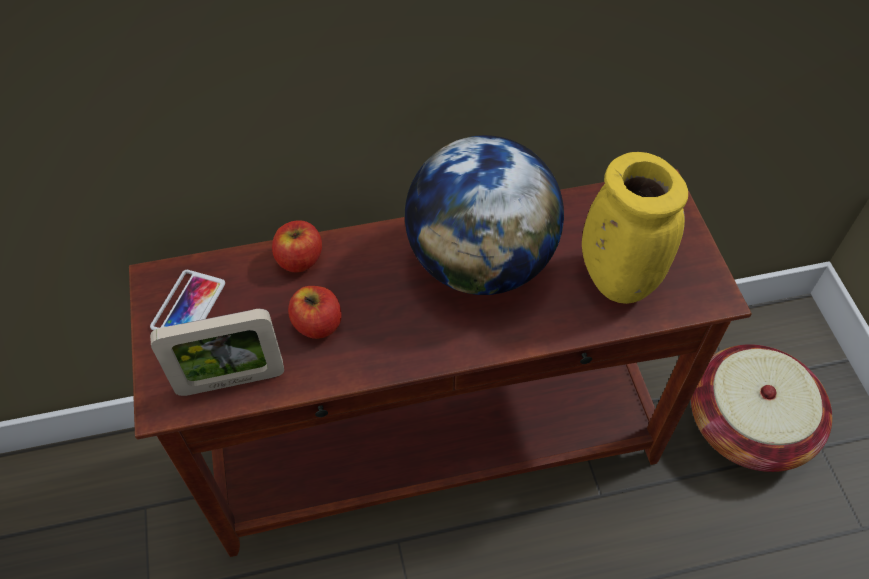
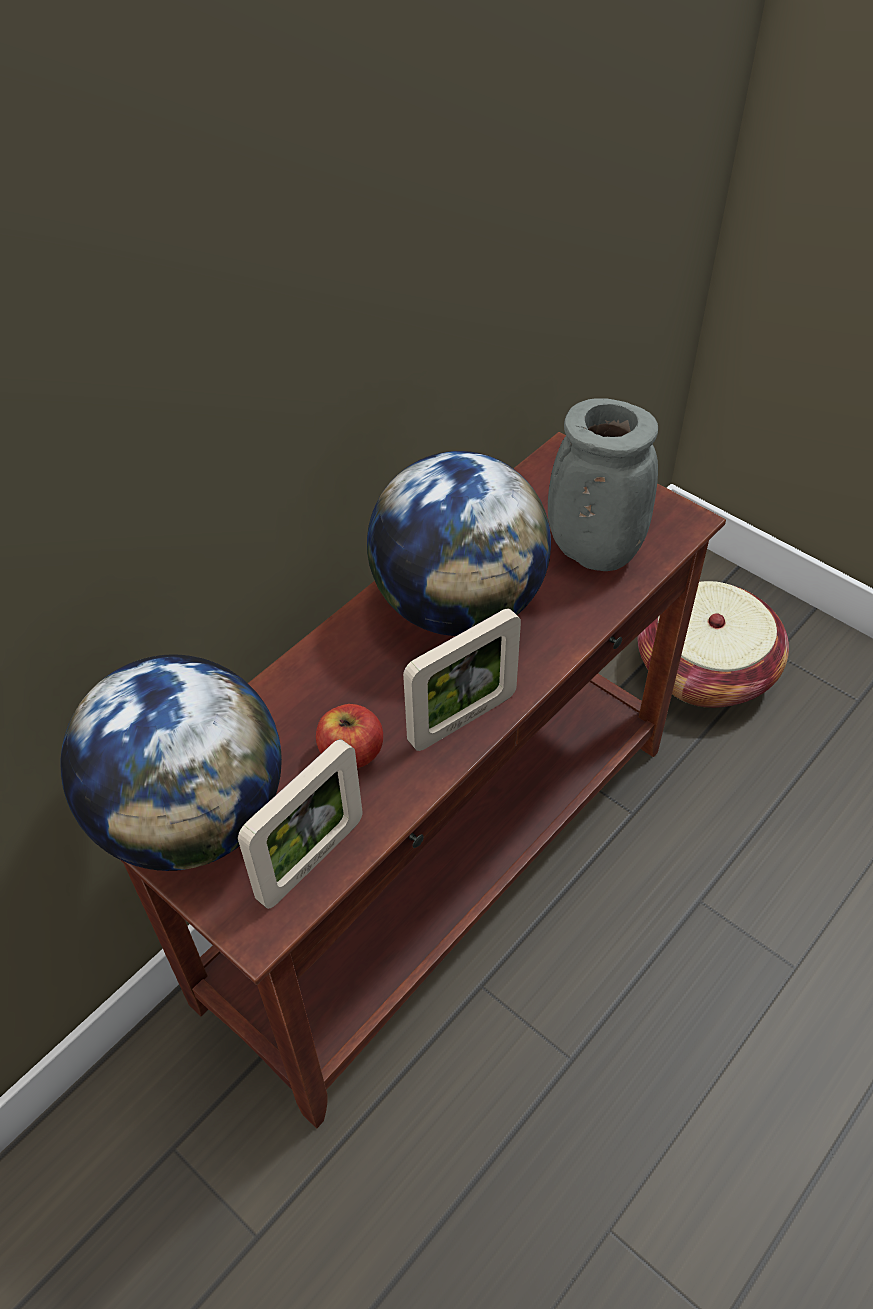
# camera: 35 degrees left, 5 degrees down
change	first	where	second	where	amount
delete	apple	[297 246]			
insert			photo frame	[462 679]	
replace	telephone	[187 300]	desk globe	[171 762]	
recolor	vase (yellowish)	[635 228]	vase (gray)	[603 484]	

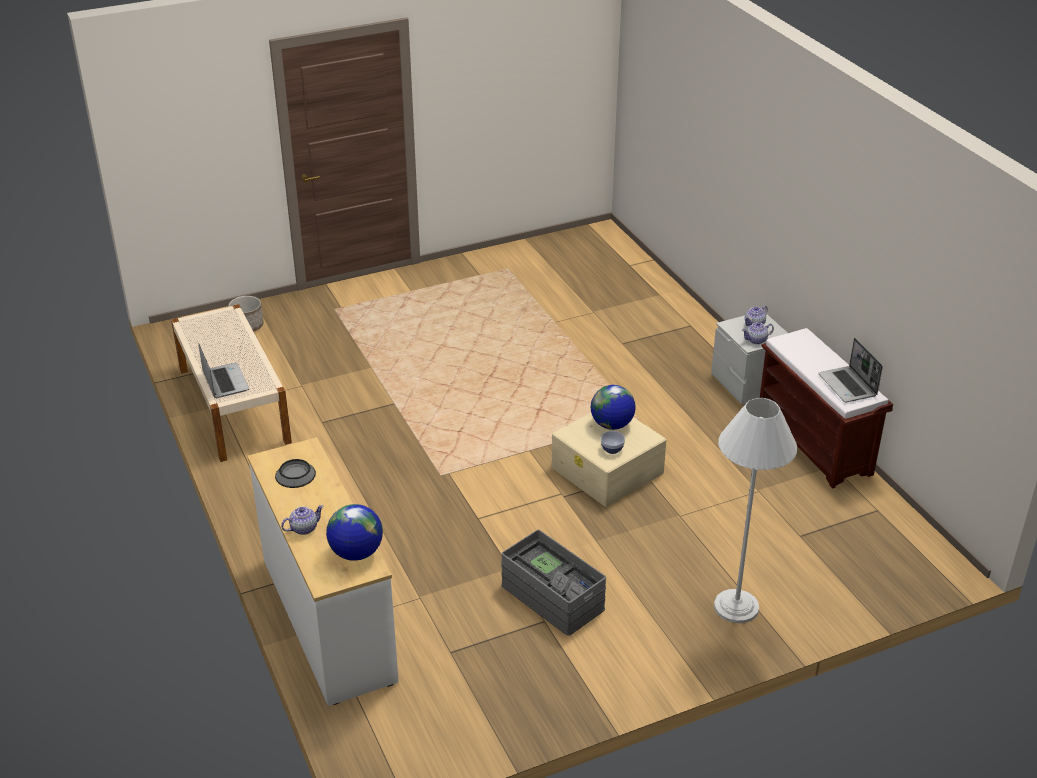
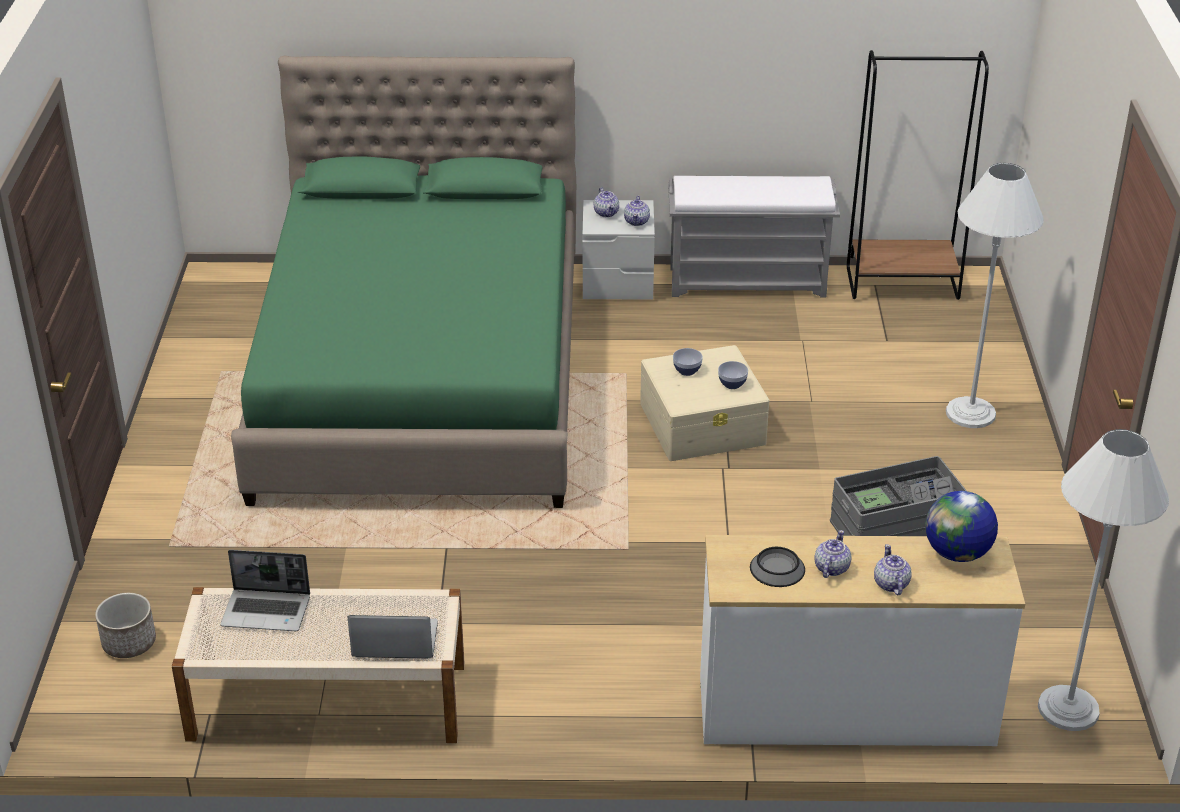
# camera: 65 degrees left, 0 degrees up
change	first	where	second	where	amount
insert			bed (greenish)	[403 282]	
insert			pot for tea	[832 554]	
insert			garment rack	[918 175]	
insert			standard lamp (whitish)	[1103 580]	
move	portable computer	[850 370]		[265 590]	
replace	desk globe	[613 407]	serving bowl	[688 362]	
recolor	indoor bench (brownish)	[826 408]	indoor bench (gray)	[754 236]	

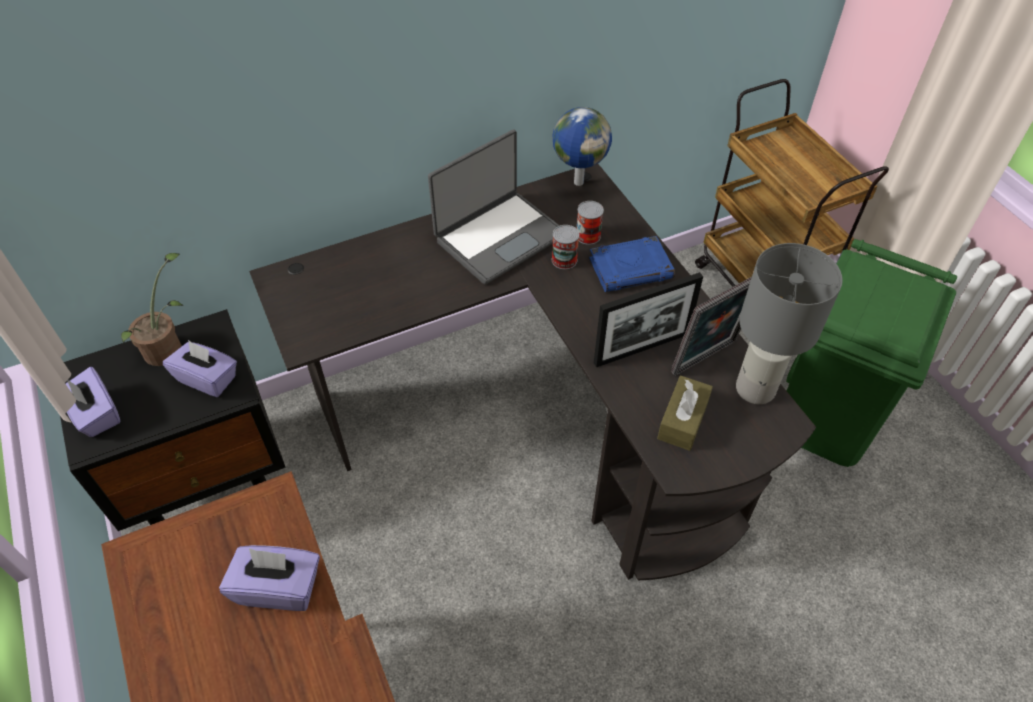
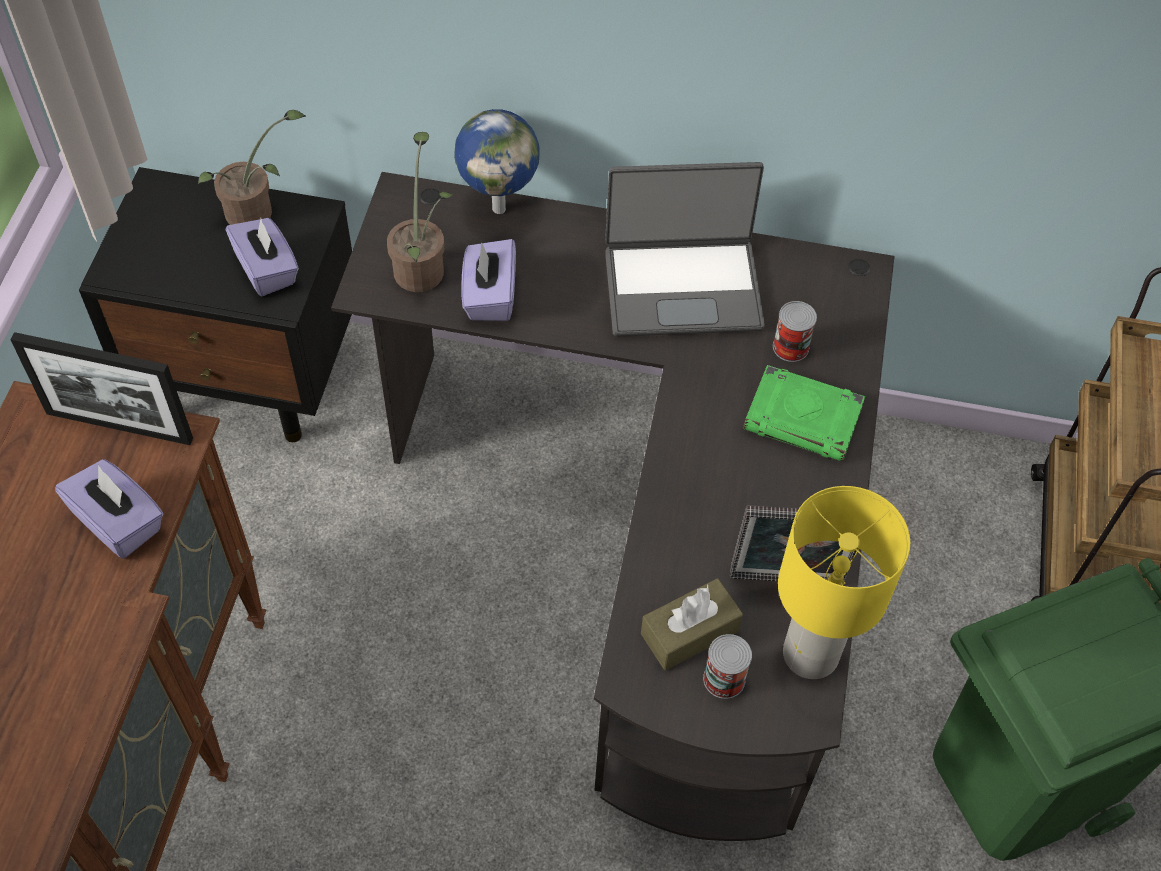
# camera: 35 degrees right, 5 degrees up
change	first	where	second	where	amount
insert			potted plant	[420 212]	
move	box of tissues (purple)	[93 402]		[488 280]	
move	sealed can	[565 247]		[727 666]	
move	desk globe	[582 146]		[497 161]	
move	photo frame	[648 320]		[101 388]	
recolor	bound book (blue-coloured)	[632 264]	bound book (greenish)	[804 413]	
recolor	tabletop lamp (gray)	[789 323]	tabletop lamp (yellowish)	[844 582]	

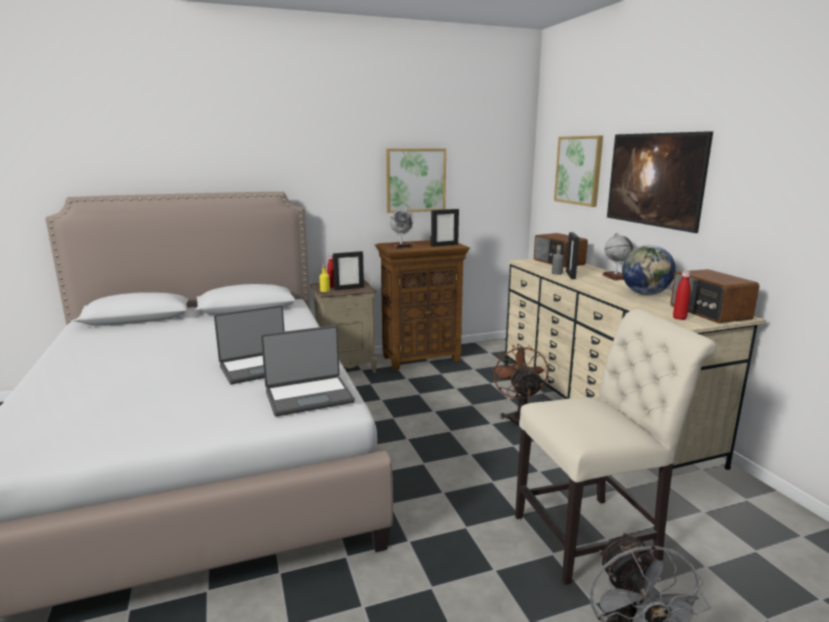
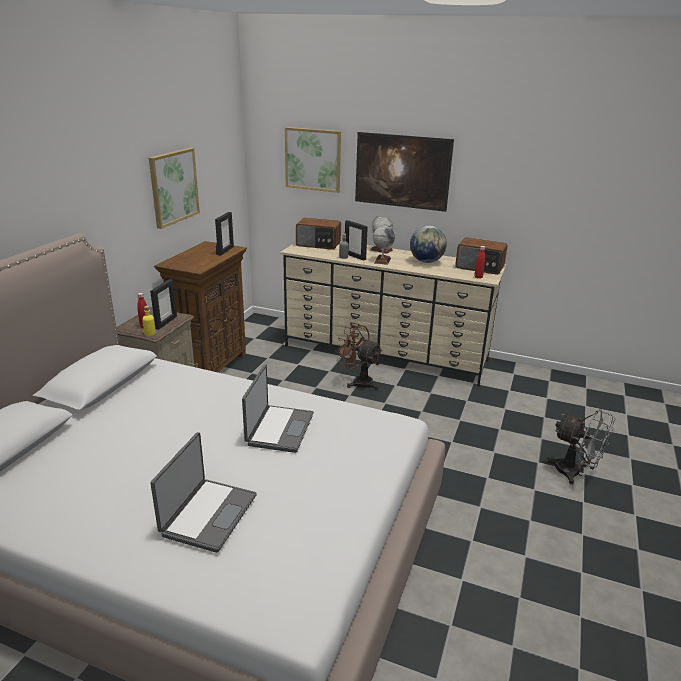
# camera: 50 degrees left, 10 degrees up
change	first	where	second	where	amount
delete	upright chair (beige-coloured)	[616 447]			
move	portable computer	[308 370]		[203 492]	
move	desk globe	[401 228]		[384 244]	

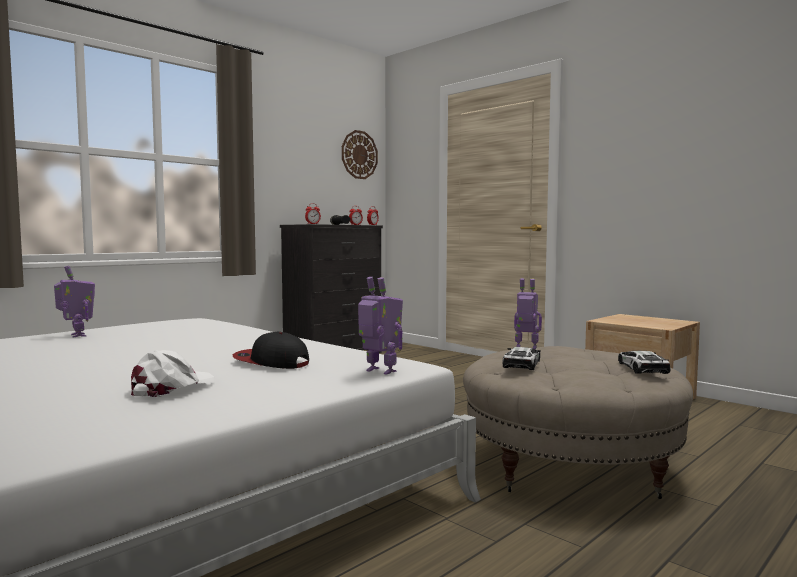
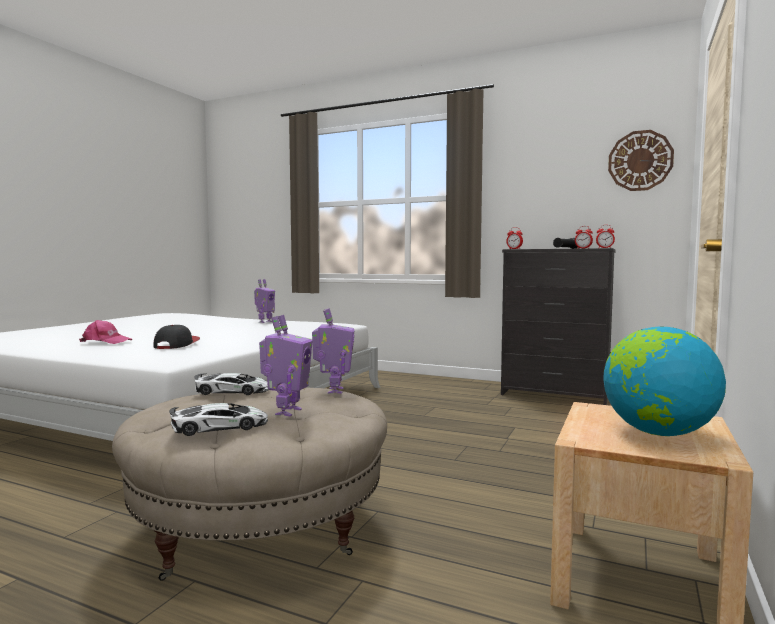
# camera: 70 degrees right, 0 degrees up
change	first	where	second	where	amount
insert			desk globe	[664 381]	
move	robot figure	[380 326]		[285 365]	
recolor	peaked cap (whitish)	[173 373]	peaked cap (pinkish)	[105 332]	

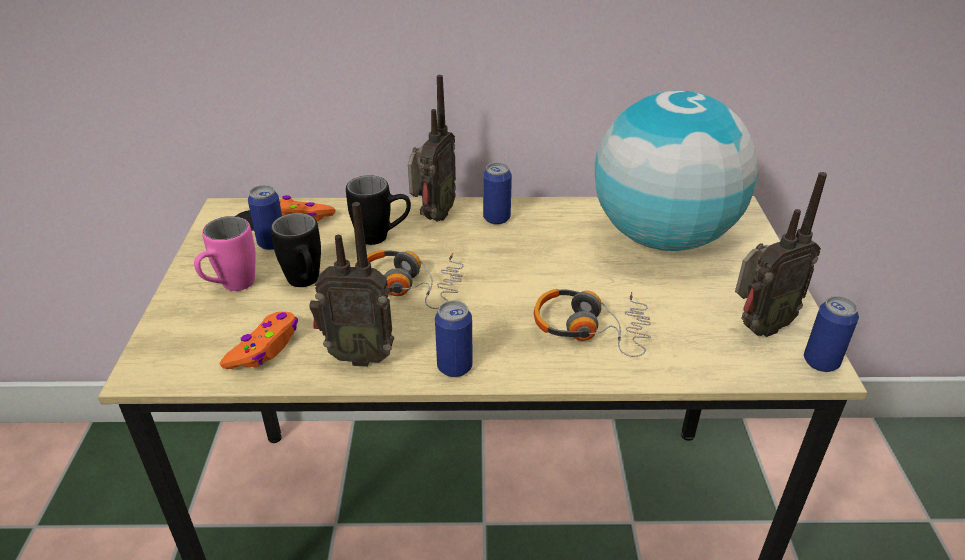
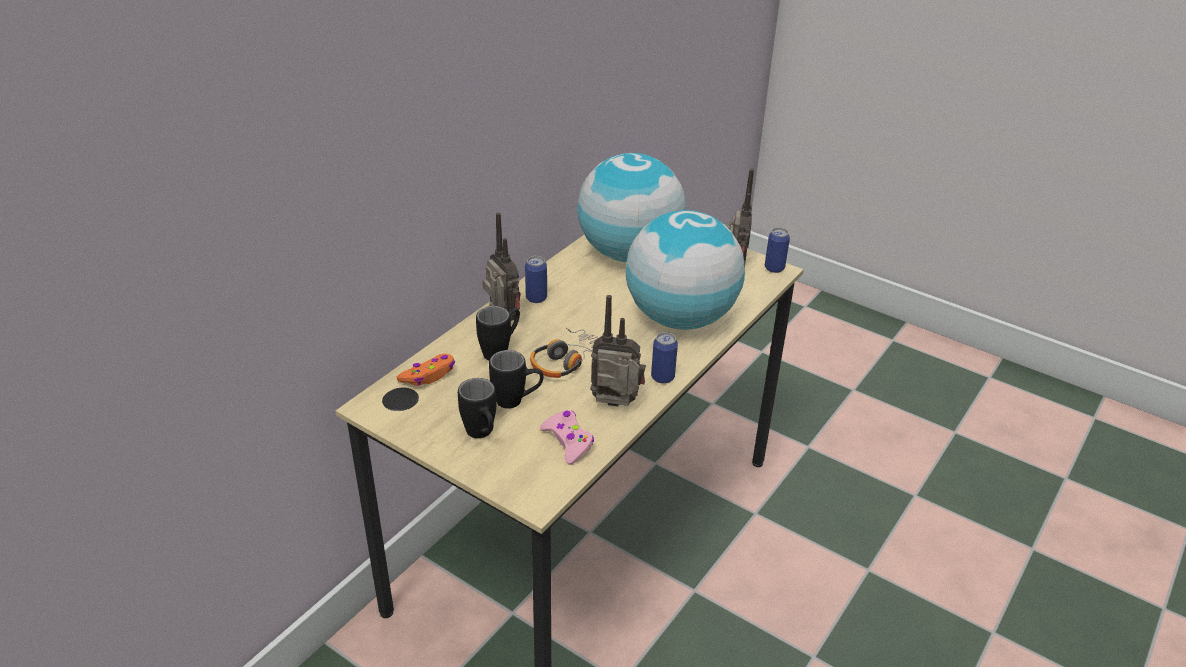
# camera: 55 degrees left, 0 degrees up
change	first	where	second	where	amount
delete	sealed can	[265 217]			
replace	headphones	[592 323]	desk globe	[685 270]	
recolor	tea mug (pinkish)	[225 253]	tea mug (black)	[477 408]	
recolor	joypad (orange-coloured)	[259 340]	joypad (pinkish)	[567 437]	
rotate	radio receiver	[351 284]		[618 350]	120 degrees counterclockwise

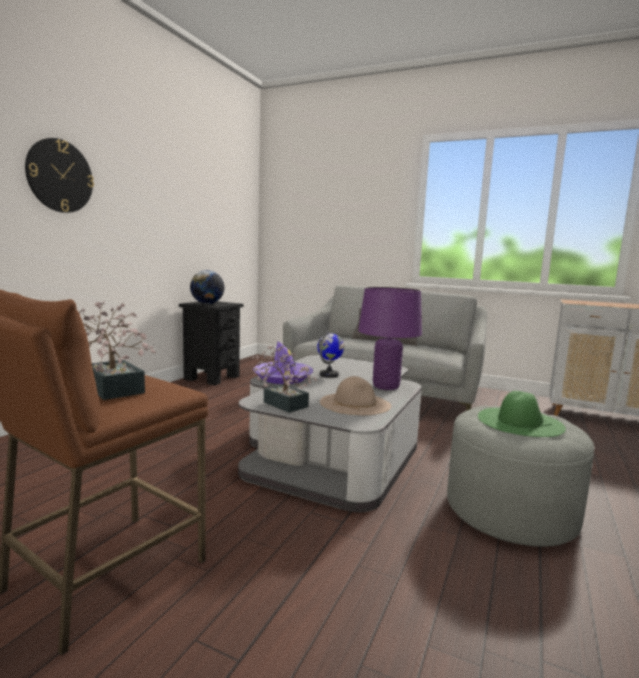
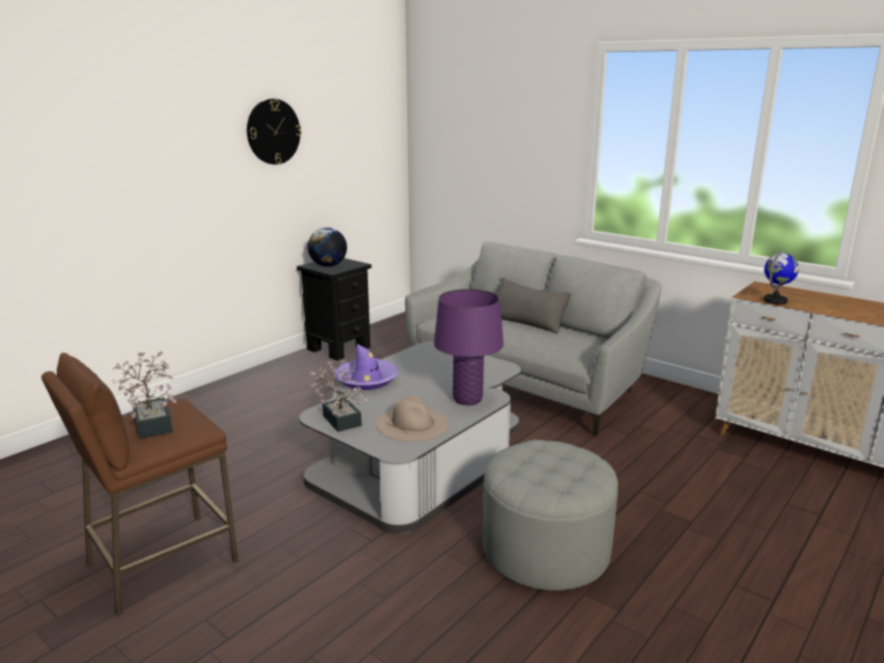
# camera: 15 degrees right, 10 degrees up
change	first	where	second	where	amount
delete	clothing hat (greenish)	[522 414]			
move	clock on the wall	[59 175]		[274 132]	
move	desk globe	[330 354]		[781 277]	

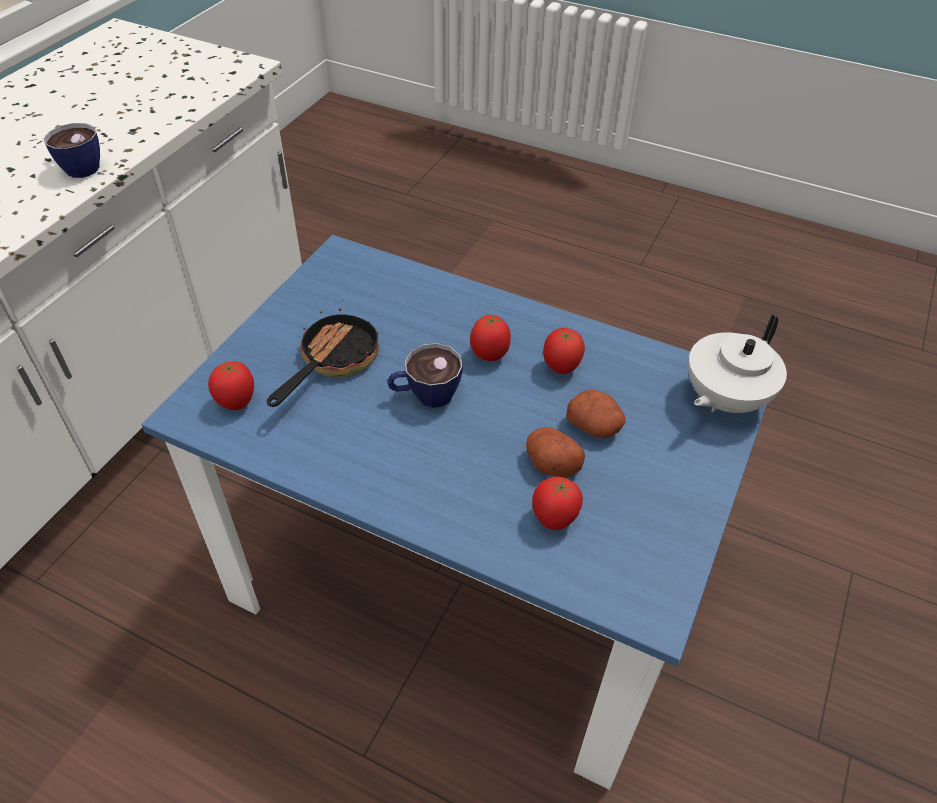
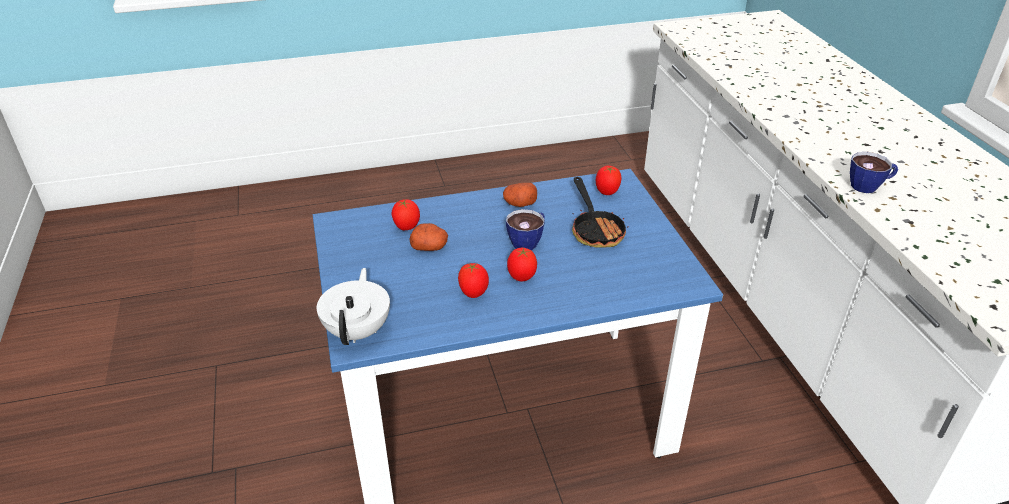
# camera: 140 degrees right, 10 degrees down
change	first	where	second	where	amount
move	whole potato	[595 414]		[520 195]	

